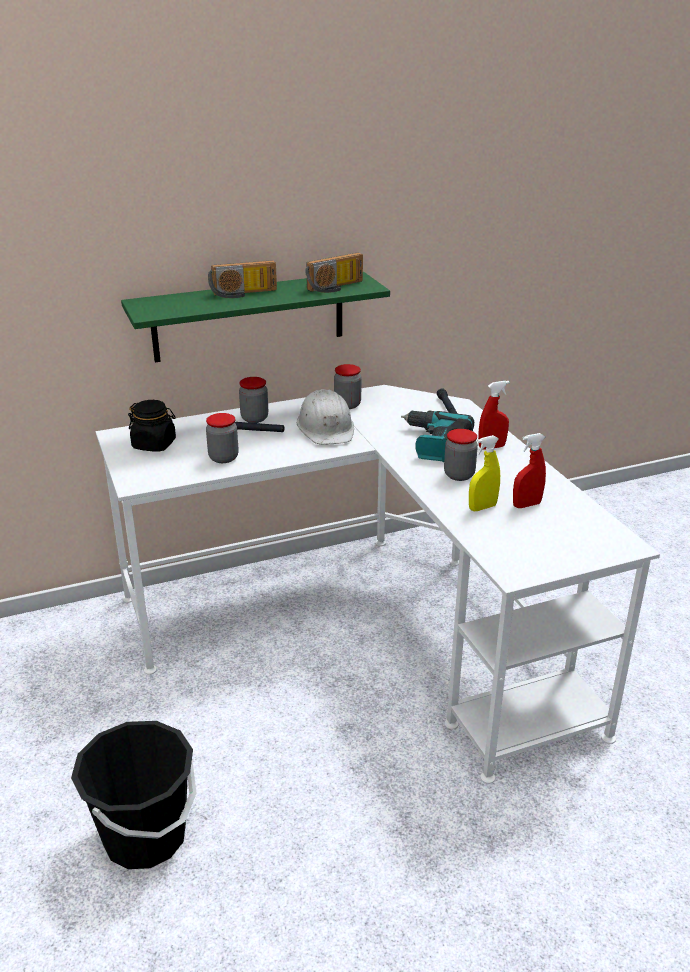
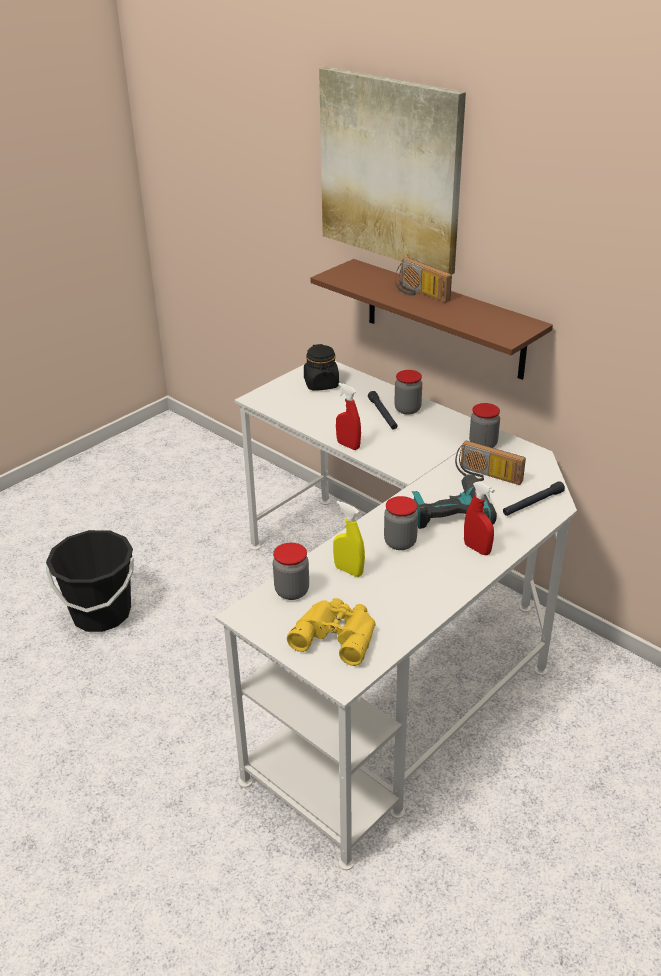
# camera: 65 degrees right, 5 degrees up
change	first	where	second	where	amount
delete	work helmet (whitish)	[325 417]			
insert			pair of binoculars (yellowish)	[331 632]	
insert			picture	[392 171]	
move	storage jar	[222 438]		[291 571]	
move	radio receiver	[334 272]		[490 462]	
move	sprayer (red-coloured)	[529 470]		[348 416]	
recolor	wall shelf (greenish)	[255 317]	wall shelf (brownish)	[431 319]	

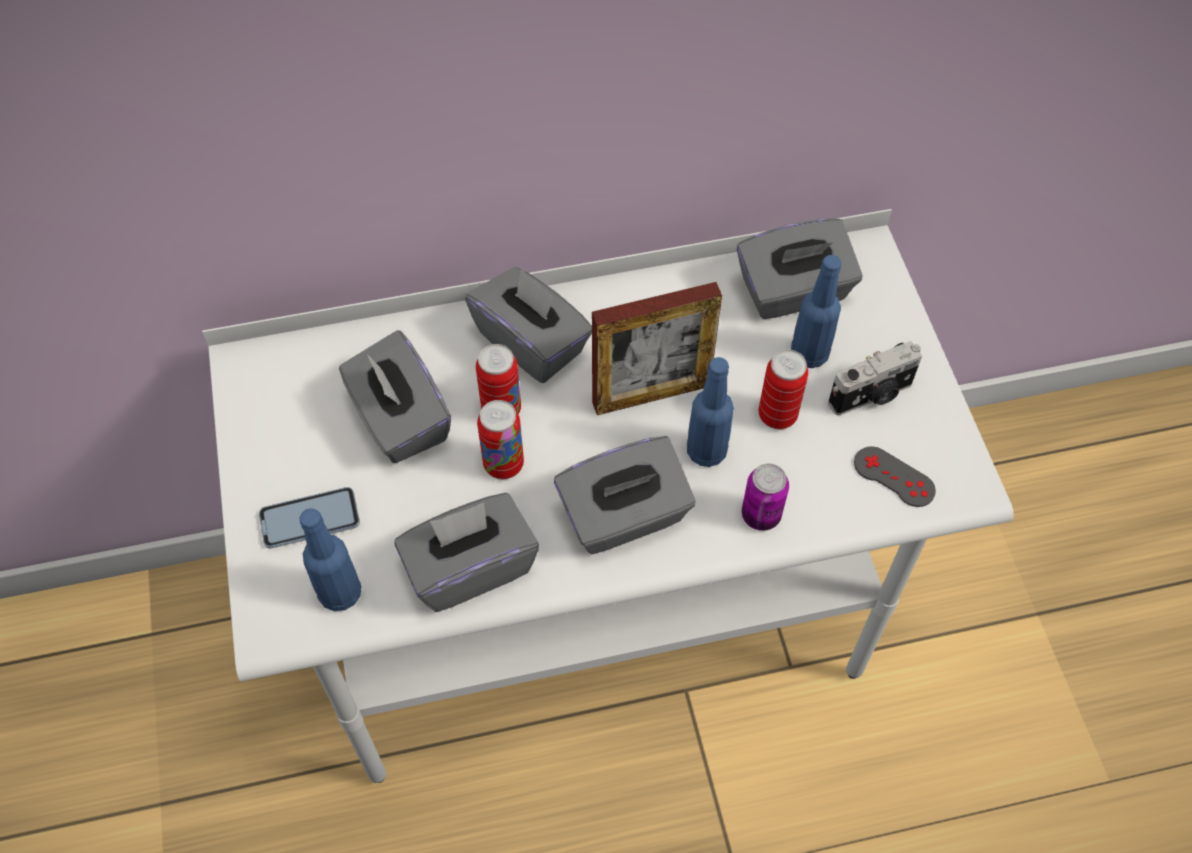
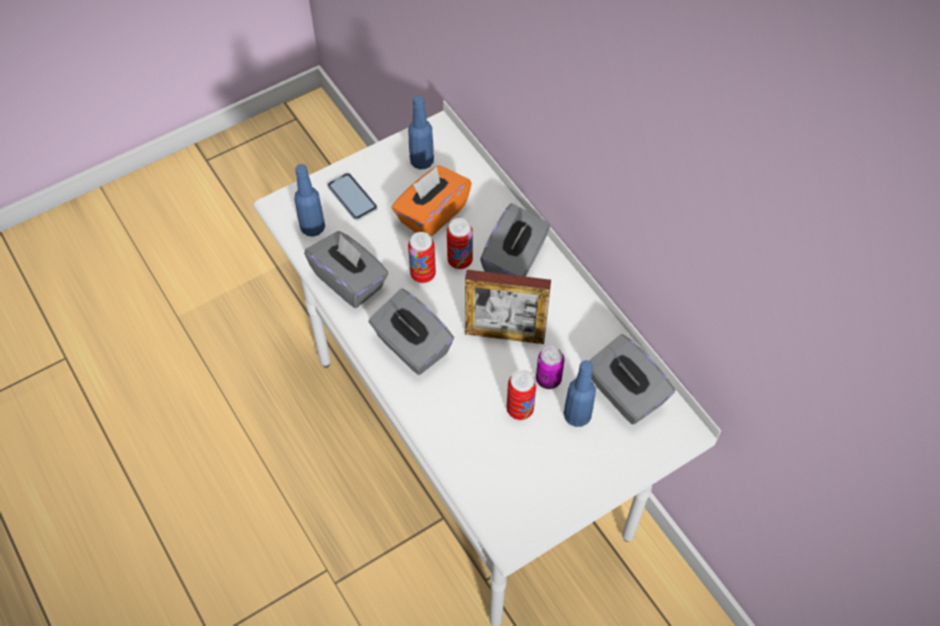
# camera: 70 degrees right, 0 degrees up
change	first	where	second	where	amount
delete	still camera	[875 378]			
delete	joypad (gray)	[895 476]			
move	beverage bottle (blue-coloured)	[710 412]		[421 132]	
move	sealed can	[765 497]		[550 367]	
recolor	box of tissues (gray)	[395 396]	box of tissues (orange-coloured)	[432 201]	
rotate	photo frame	[657 348]		[508 307]	45 degrees counterclockwise

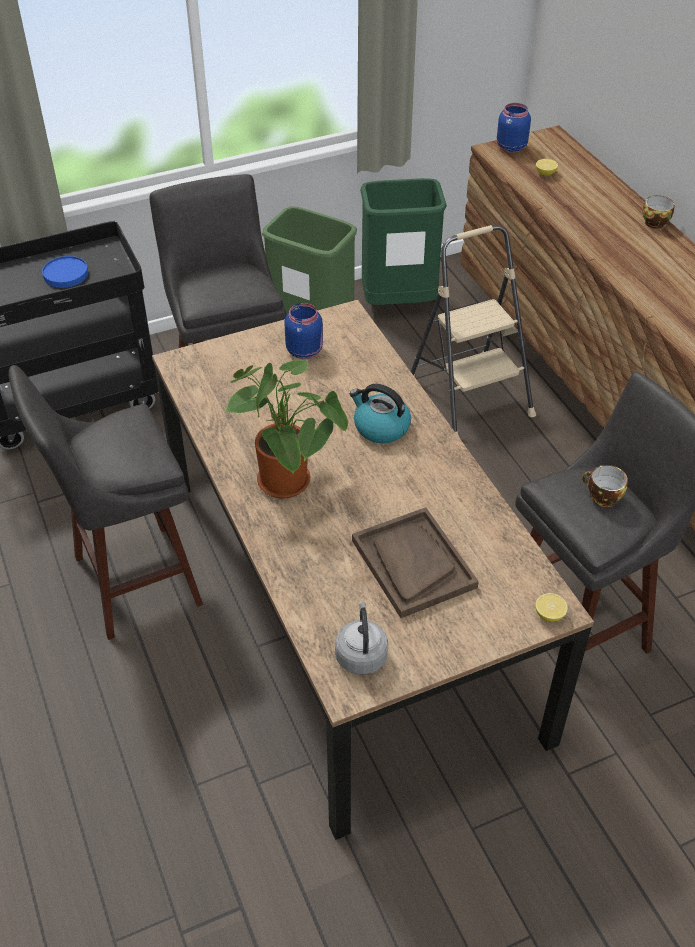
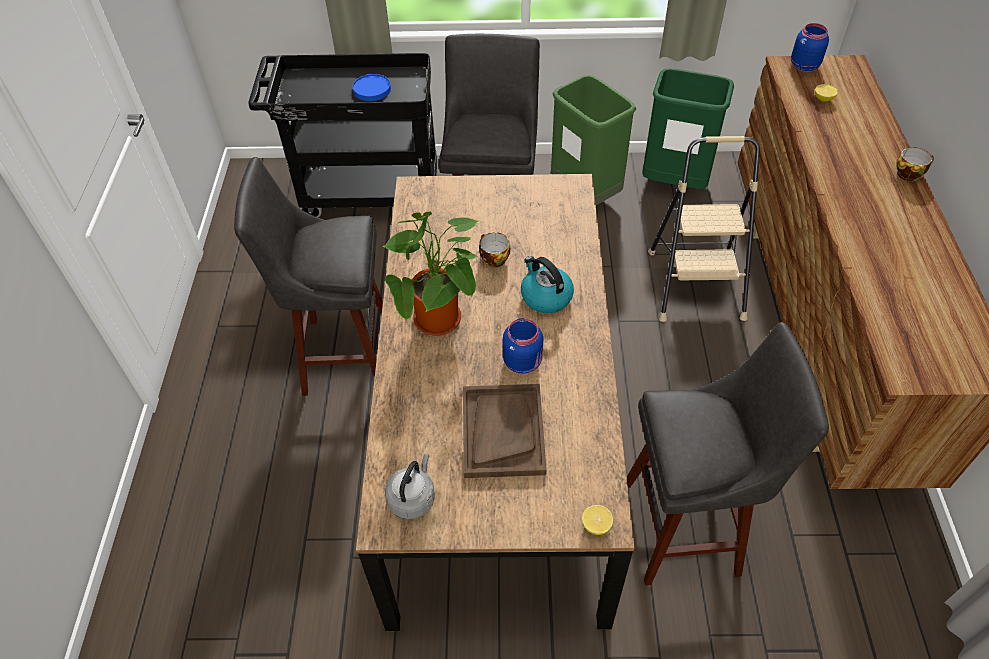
# camera: 25 degrees right, 5 degrees up
change	first	where	second	where	amount
move	storage jar (blue-coloured)	[303 331]		[523 346]	
move	cup	[605 486]		[494 249]	

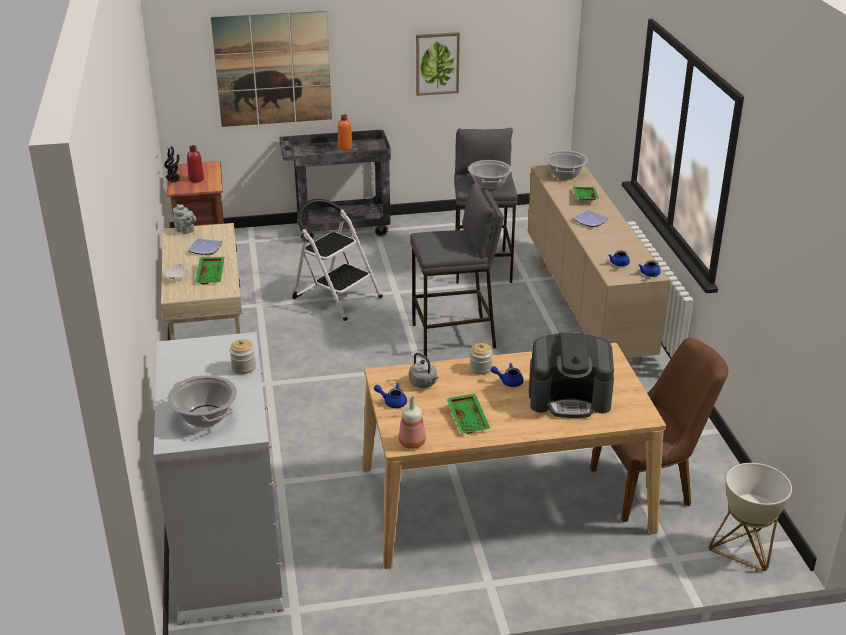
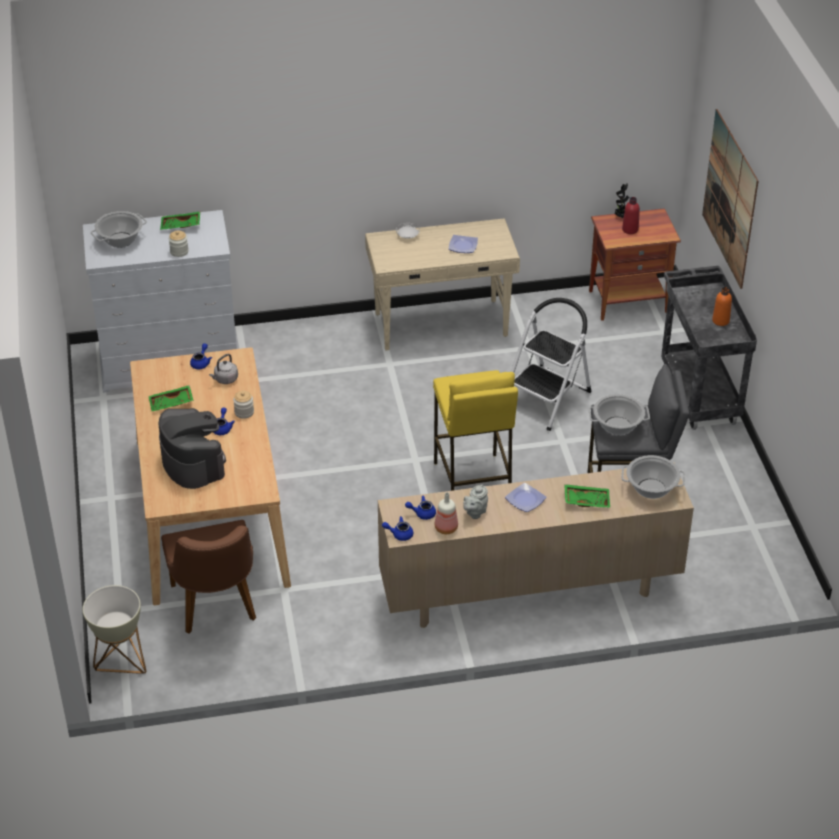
# camera: 90 degrees right, 10 degrees up
change	first	where	second	where	amount
delete	picture	[438 64]			
move	pot for tea (gray)	[184 219]		[475 502]	
move	serving tray (greenish)	[209 271]		[180 221]	
move	beverage bottle	[412 422]		[446 513]	
recolor	sitting stool (gray)	[457 270]	sitting stool (yellowish)	[475 430]	
rotate	coffee maker	[571 375]		[192 448]	150 degrees clockwise

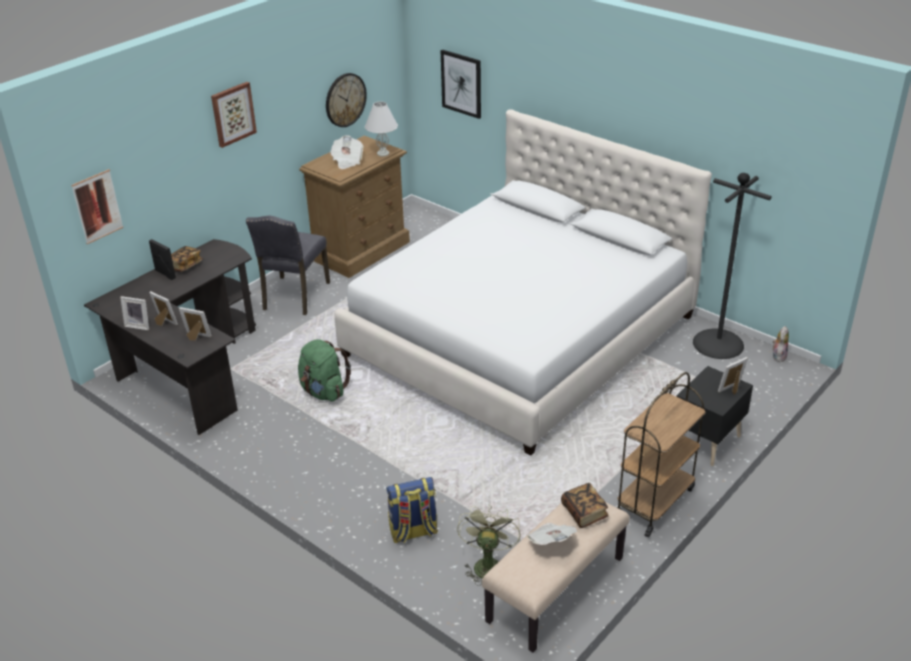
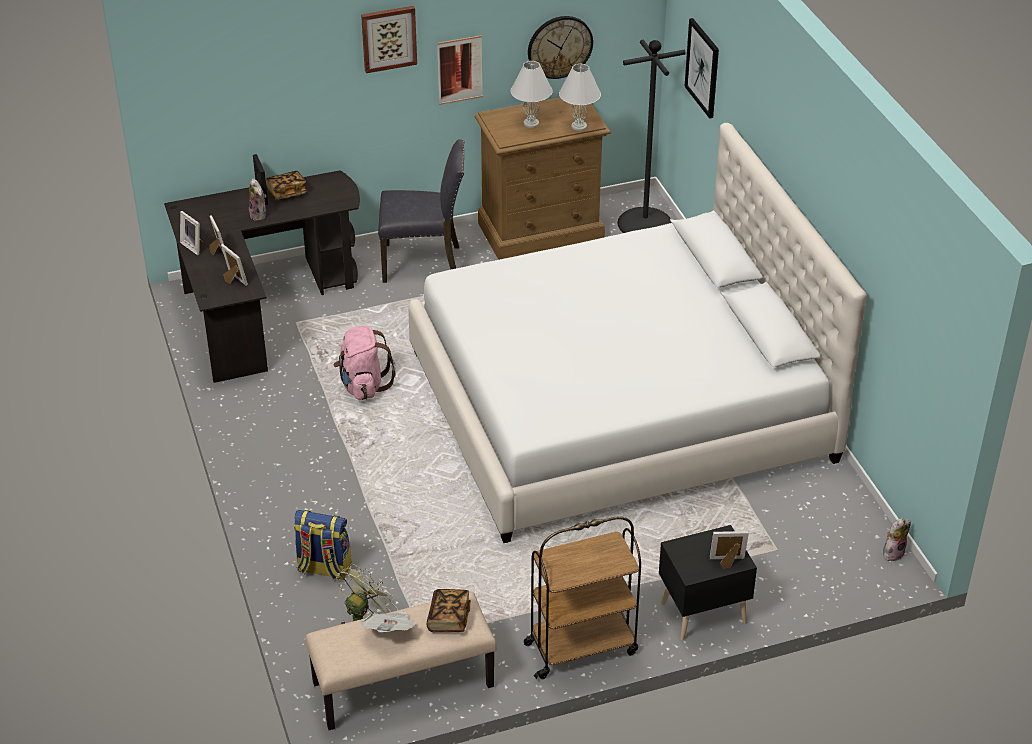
# camera: 30 degrees right, 5 degrees up
change	first	where	second	where	amount
insert			plush toy	[258 199]	
move	picture	[97 206]		[460 70]	
move	garment rack (black)	[732 266]		[651 136]	
replace	daily paper	[347 152]	tabletop lamp (whitish)	[532 94]	
recolor	knapsack (greenish)	[324 370]	knapsack (pinkish)	[364 362]	
rotate	upright chair (gray)	[288 265]		[421 211]	135 degrees counterclockwise

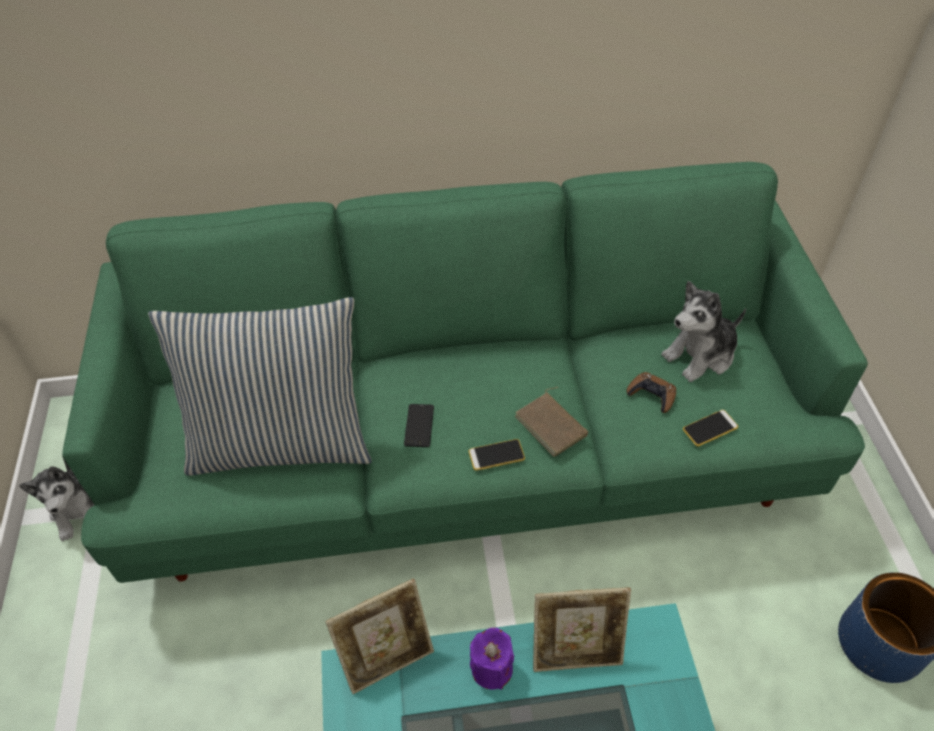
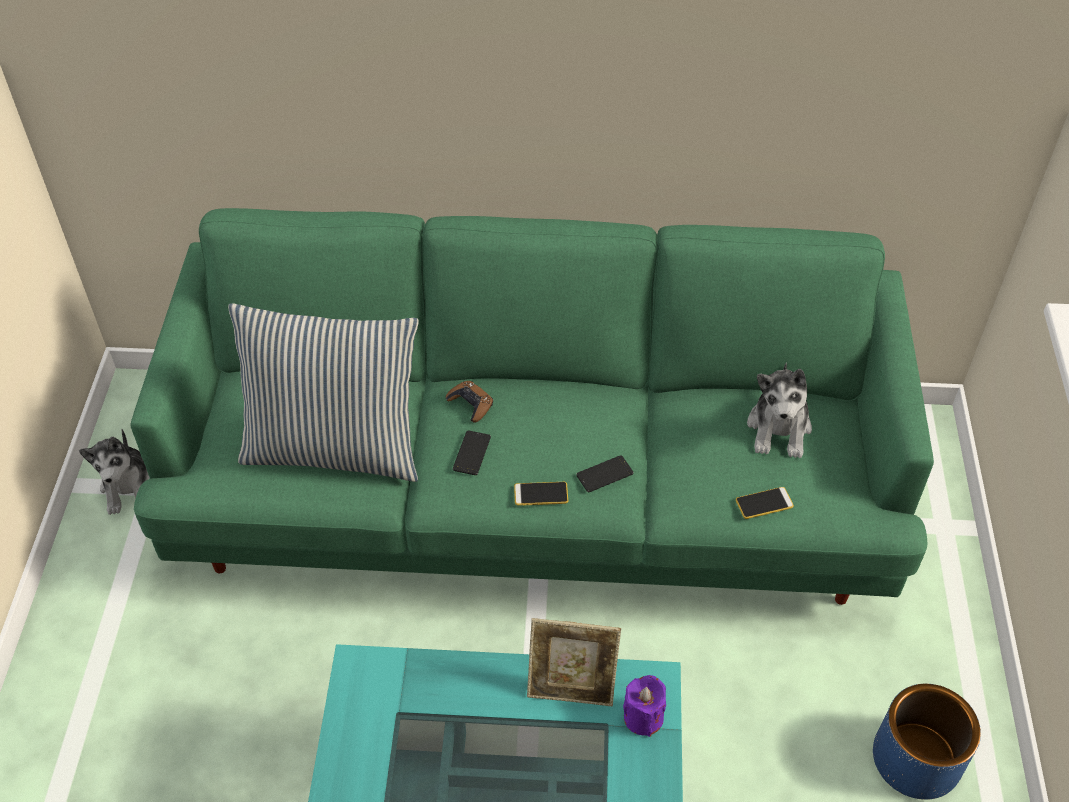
# camera: 10 degrees right, 0 degrees up
change	first	where	second	where	amount
delete	photo frame	[379 636]			
move	wax candle (purple)	[492 659]		[644 706]	
move	joypad (brownish)	[651 392]		[469 402]	
replace	bound book (brownish)	[551 422]	telephone	[604 473]	
rotate	plush toy	[703 331]		[779 410]	60 degrees counterclockwise

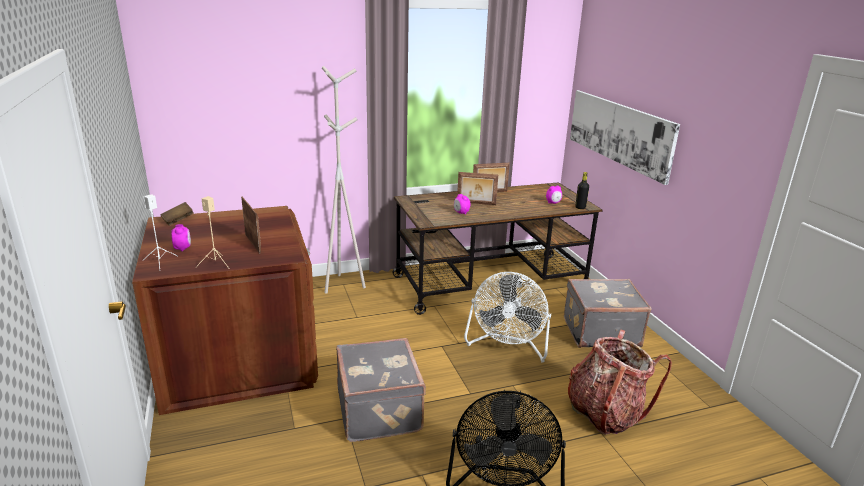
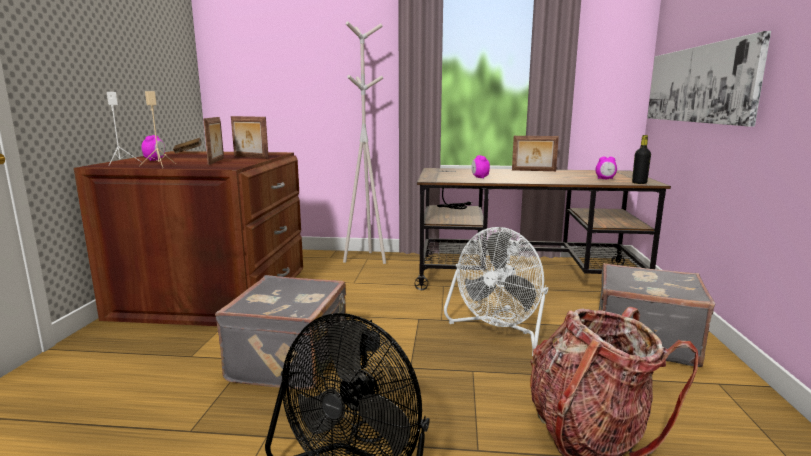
# camera: 25 degrees right, 10 degrees down
change	first	where	second	where	amount
move	photo frame	[477 188]		[250 137]	

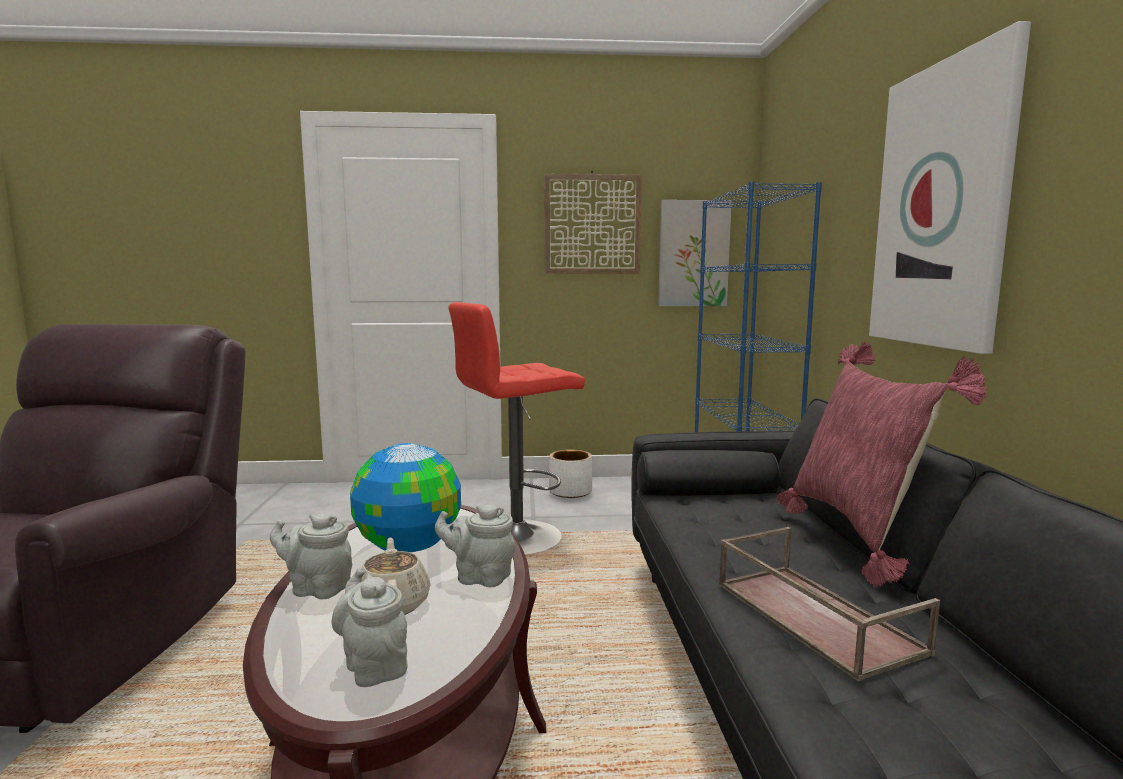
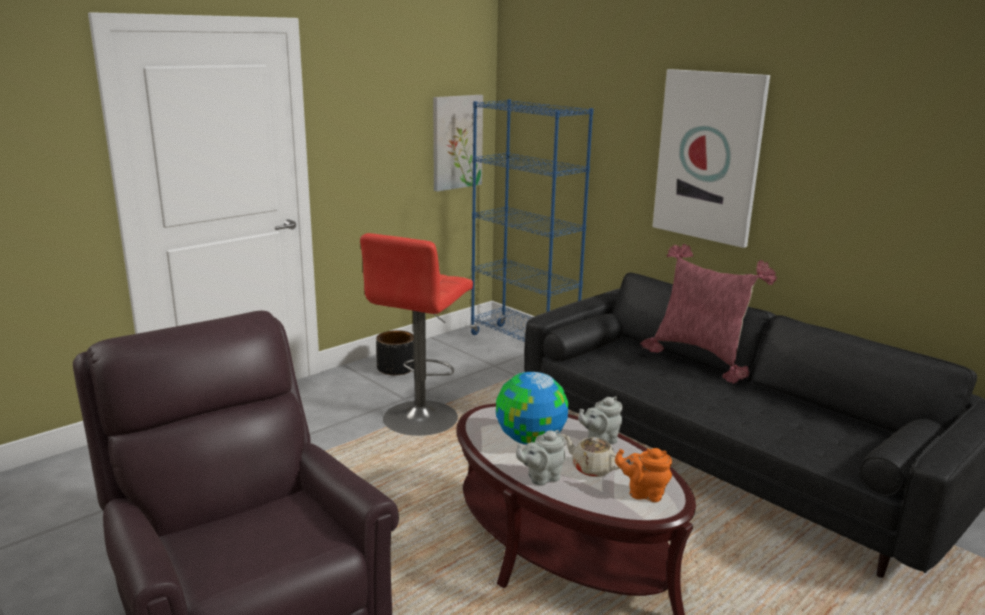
# camera: 40 degrees left, 10 degrees up
change	first	where	second	where	amount
delete	picture	[593 222]			
delete	serving tray (brownish)	[829 604]			
recolor	pot for tea (gray)	[369 627]	pot for tea (orange-coloured)	[643 475]	
recolor	plant pot (whitish)	[570 474]	plant pot (black)	[395 352]	

